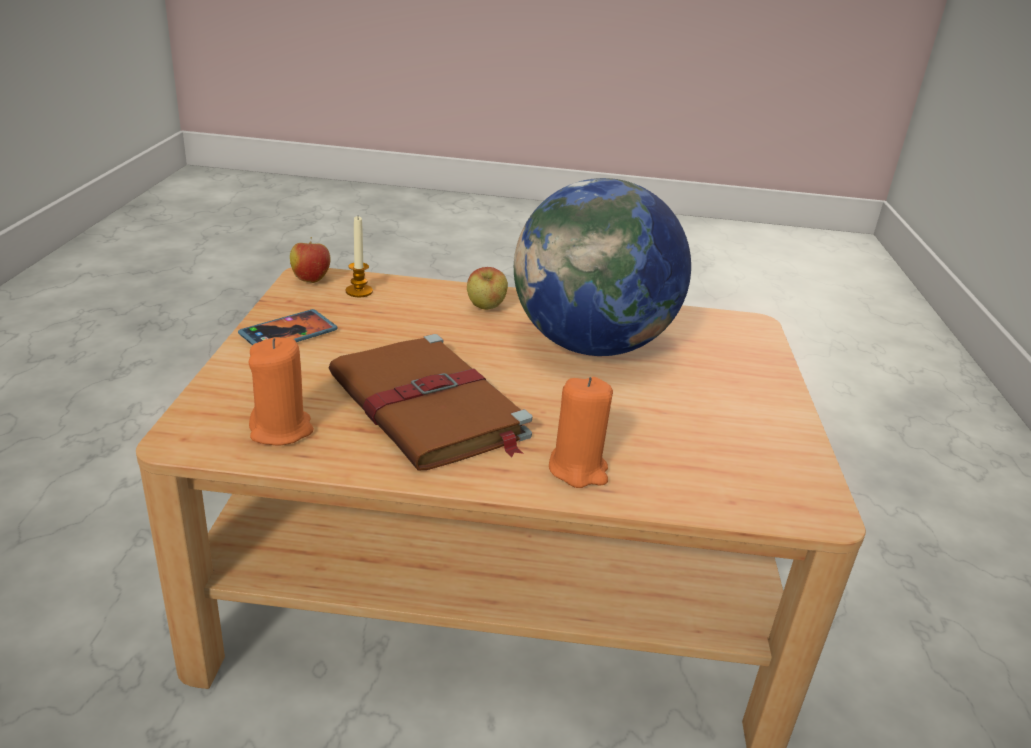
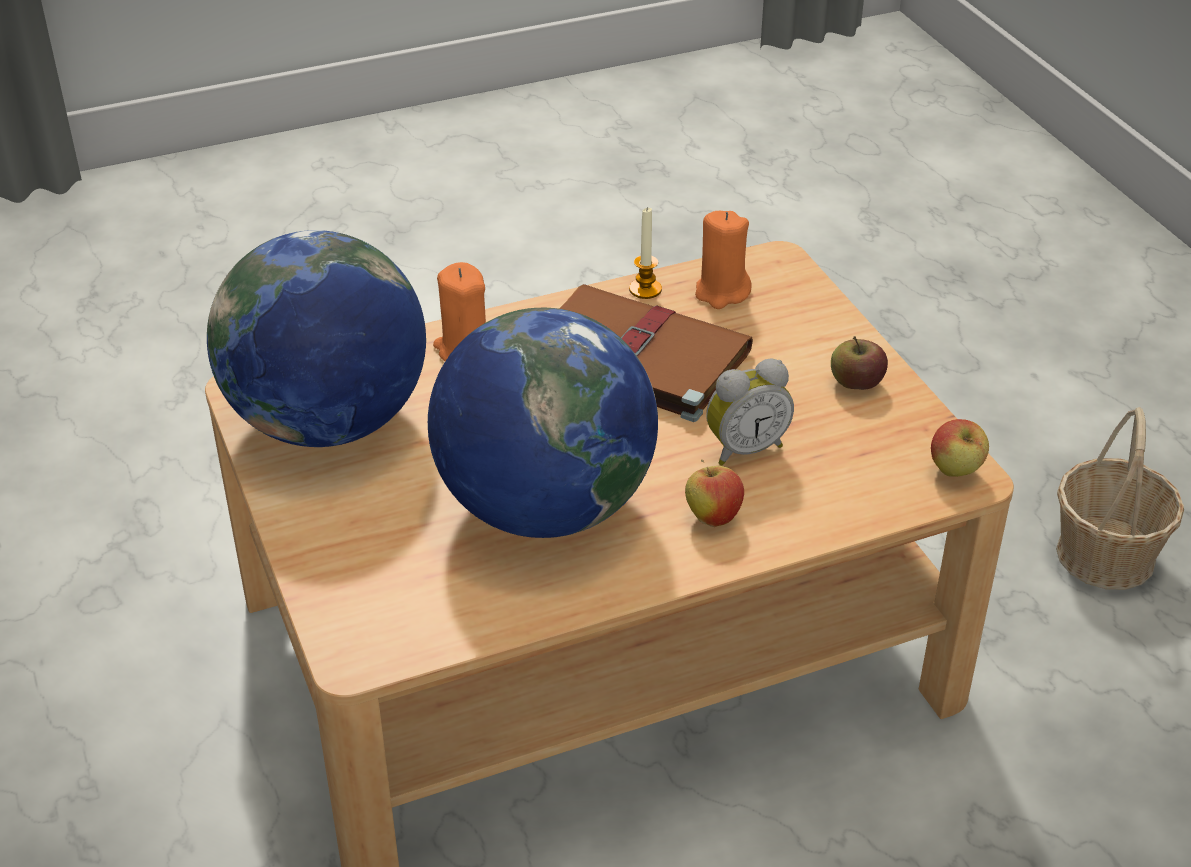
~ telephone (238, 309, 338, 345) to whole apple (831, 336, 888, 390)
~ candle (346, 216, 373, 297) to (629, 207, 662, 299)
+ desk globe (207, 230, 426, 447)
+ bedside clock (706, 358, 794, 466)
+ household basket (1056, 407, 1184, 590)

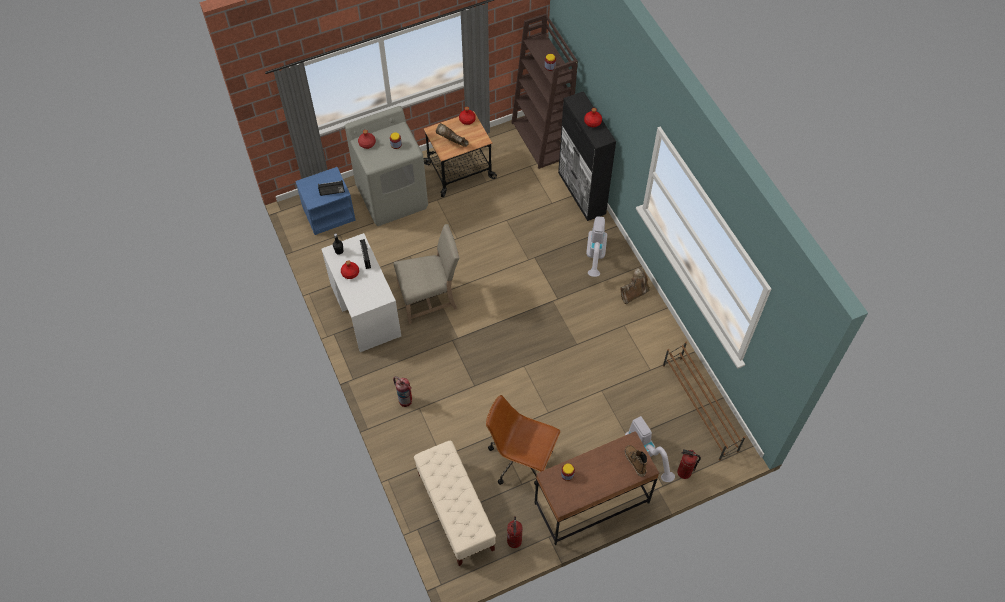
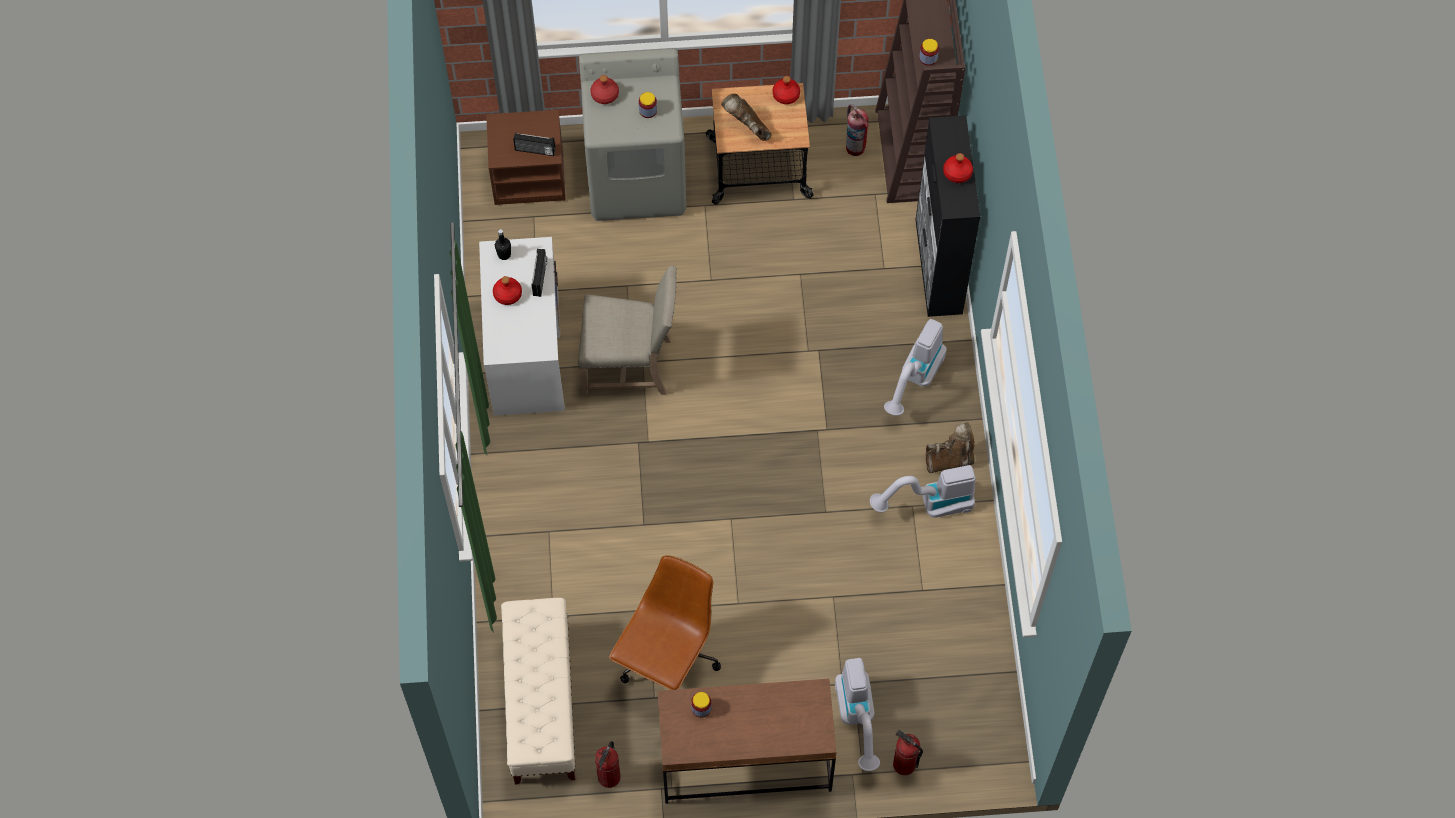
~ blue-coloured nightstand (295, 167, 356, 235) to brown-coloured nightstand (486, 110, 566, 205)
~ fire-fighting cylinder (393, 376, 412, 407) to (846, 104, 869, 156)
~ brown-coloured computer chair (486, 395, 561, 486) = (609, 555, 721, 690) 75 degrees clockwise
- boot (625, 445, 647, 477)
- brown-coloured shoe stand (663, 342, 746, 460)
+ vacuum cleaner (870, 465, 976, 518)

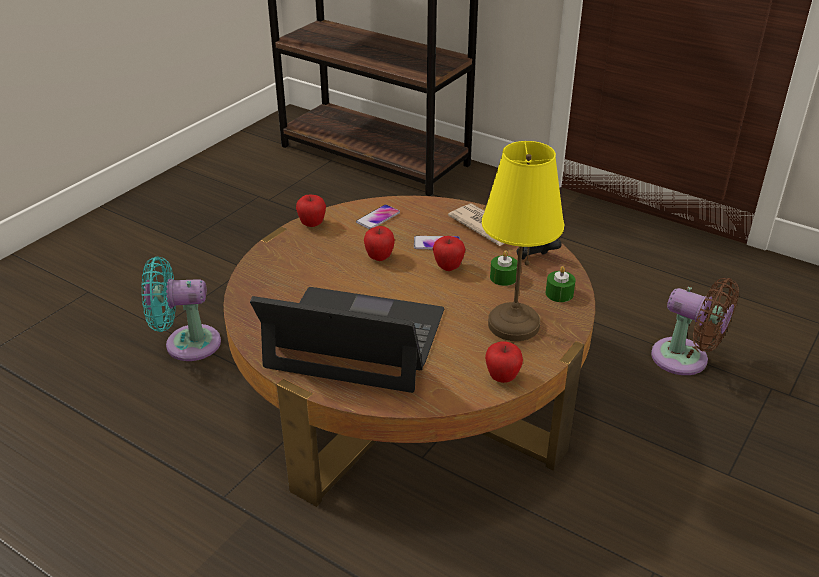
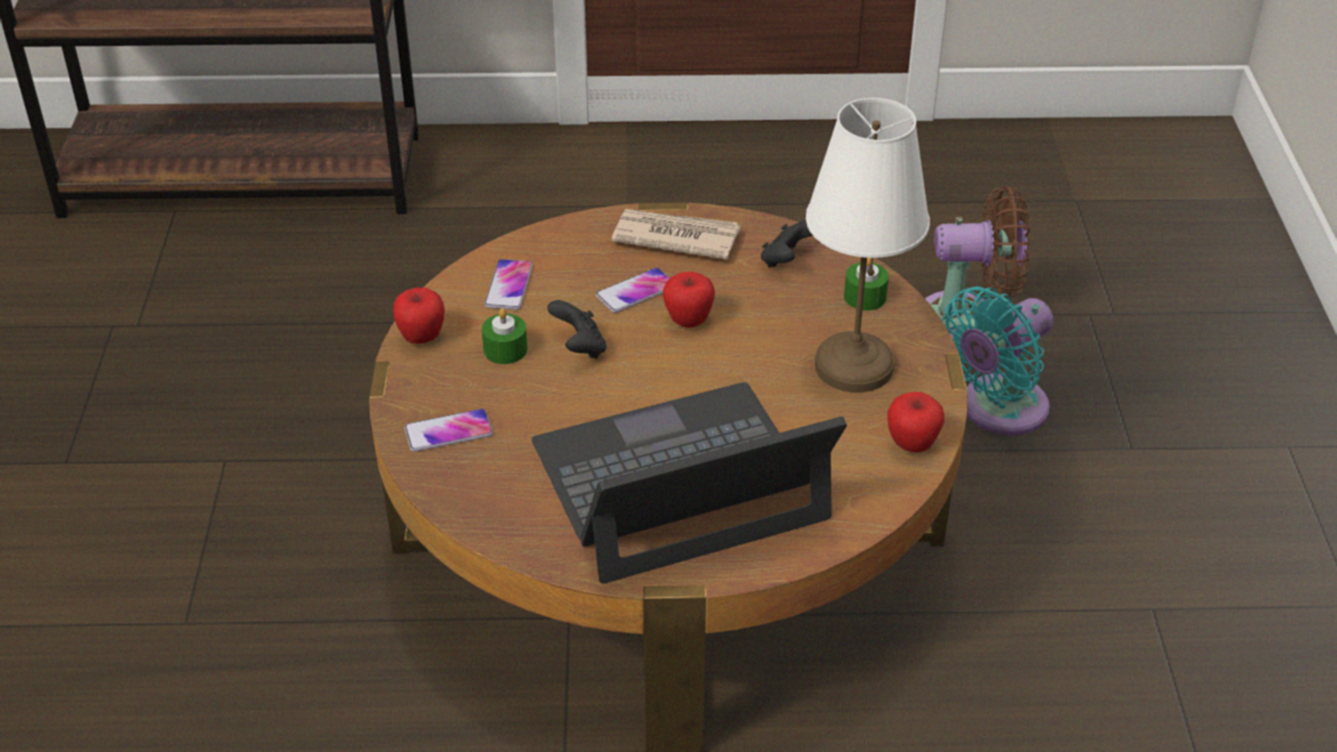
~ turquoise-coloured electric fan (141, 257, 221, 361) to (942, 286, 1053, 435)
~ whole apple (364, 226, 395, 261) to blackish joypad (547, 300, 606, 359)
~ yellow table lamp (482, 141, 564, 341) to white-coloured table lamp (806, 98, 930, 393)
~ green-coloured candle (490, 250, 517, 286) to (482, 308, 527, 364)
+ telephone (404, 409, 493, 452)

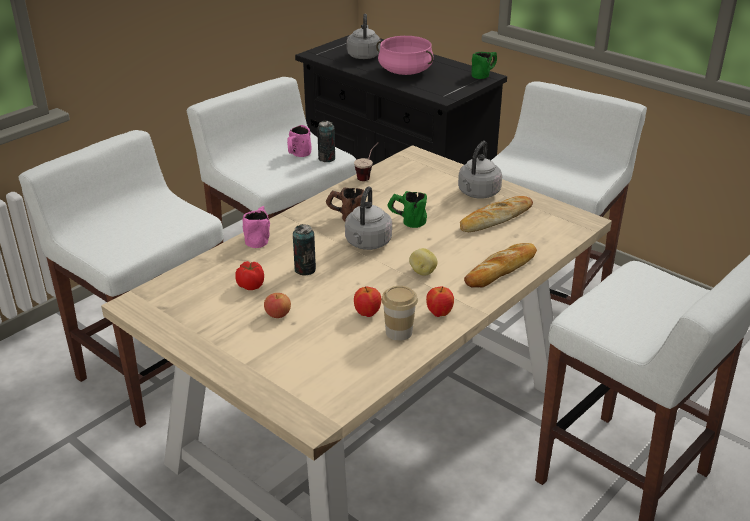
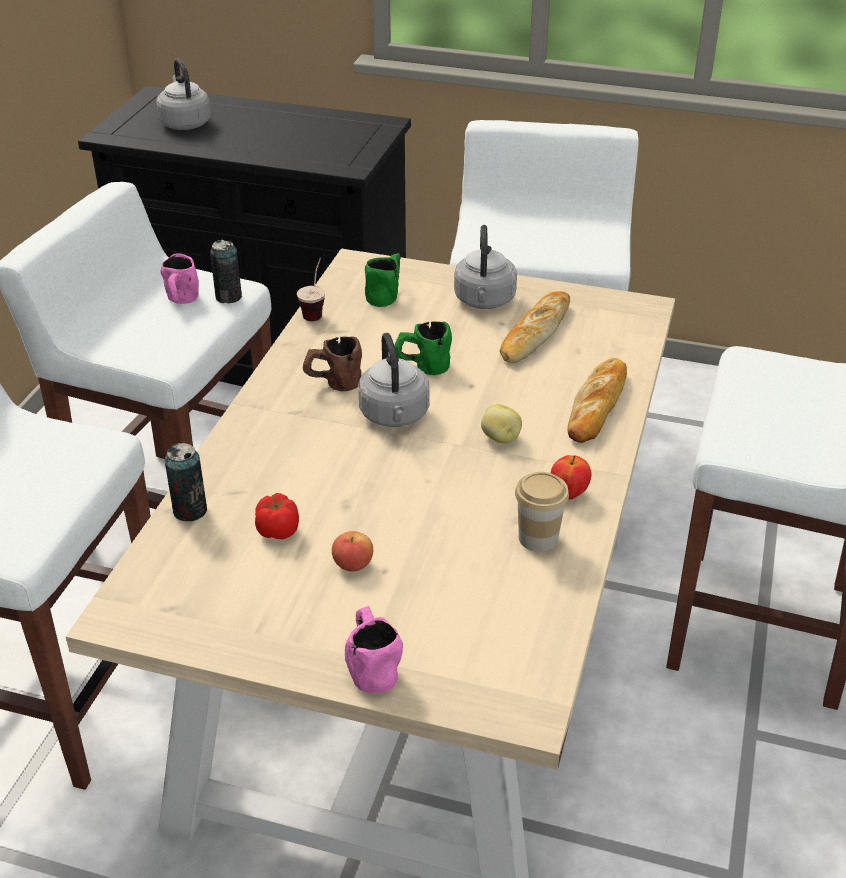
~ pinkish mug (243, 206, 270, 248) to (345, 606, 403, 694)
~ sealed can (293, 224, 316, 276) to (165, 443, 207, 521)
- whole apple (354, 287, 381, 317)
- pinkish saucepot (376, 36, 433, 75)
~ green-coloured mug (472, 52, 497, 79) to (365, 253, 400, 307)

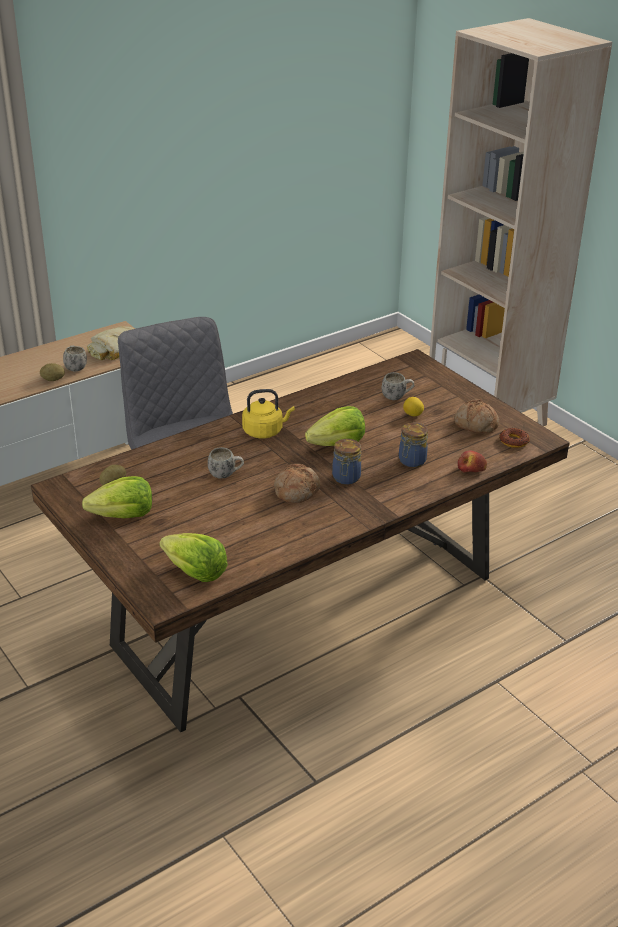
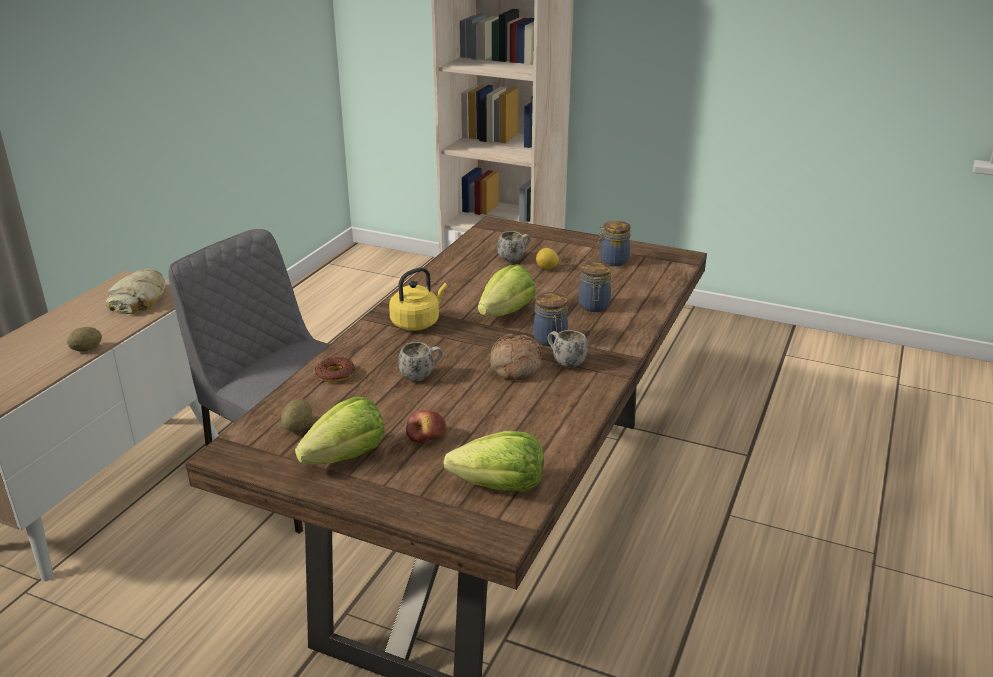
~ white-coloured mug (63, 345, 87, 371) to (547, 330, 588, 367)
~ bakery bread (454, 399, 499, 433) to preserve jar (598, 221, 631, 266)
~ whole apple (458, 450, 487, 473) to (406, 411, 447, 444)
~ ring doughnut (499, 428, 530, 448) to (315, 357, 356, 383)

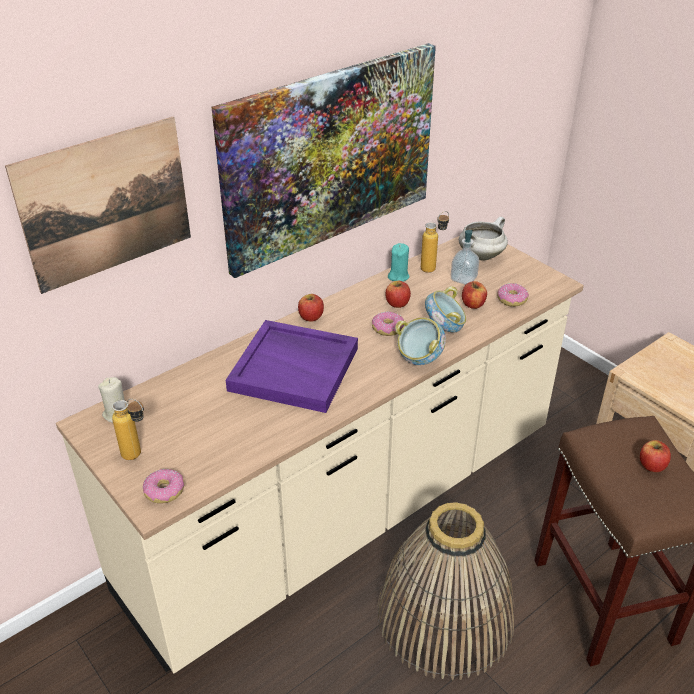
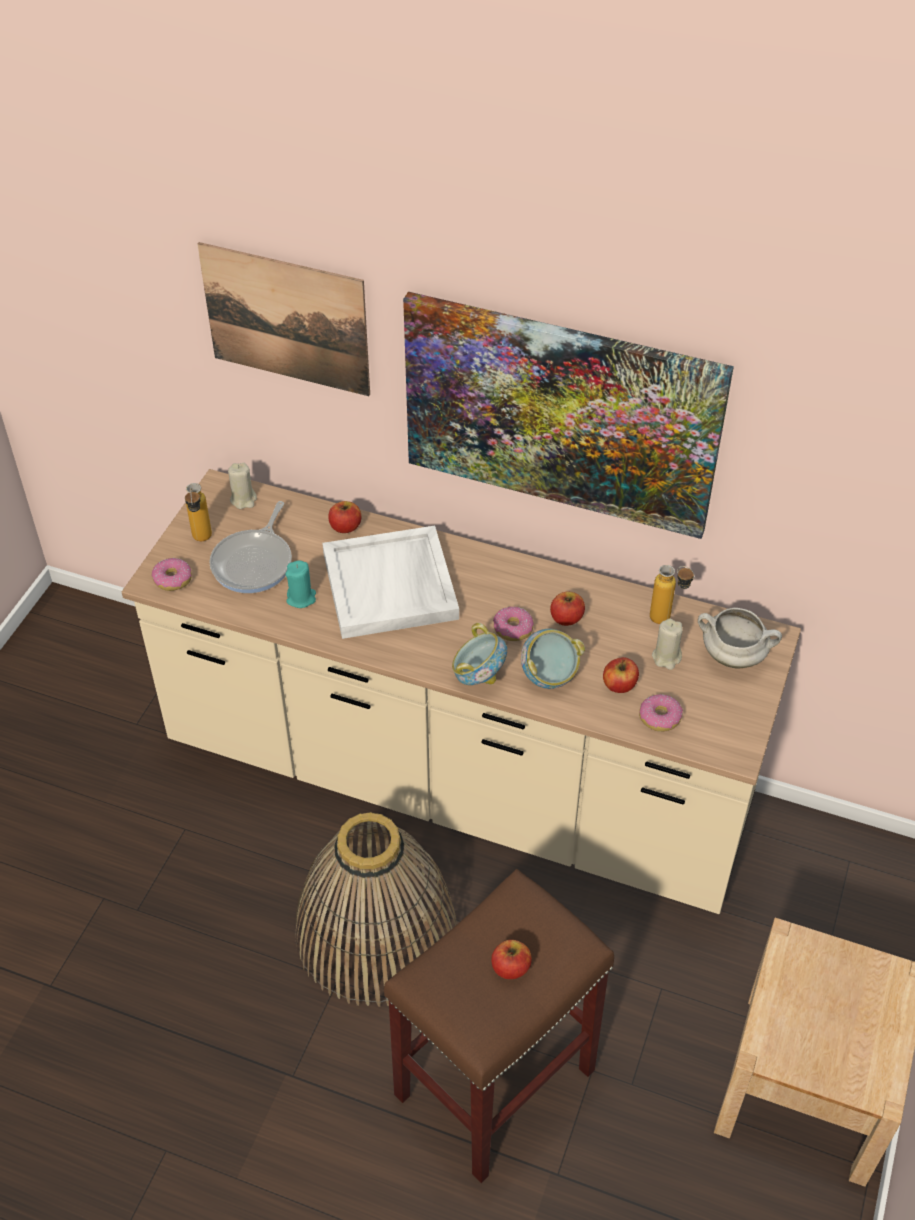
~ purple carrying tray (226, 320, 358, 413) to white-coloured carrying tray (322, 526, 459, 639)
~ whole apple (298, 294, 324, 322) to (328, 501, 361, 533)
~ turquoise-coloured candle (388, 243, 410, 281) to (285, 560, 316, 608)
~ liquid soap bottle (451, 230, 479, 285) to sand-coloured candle (652, 618, 683, 670)
+ frying pan (209, 501, 292, 593)

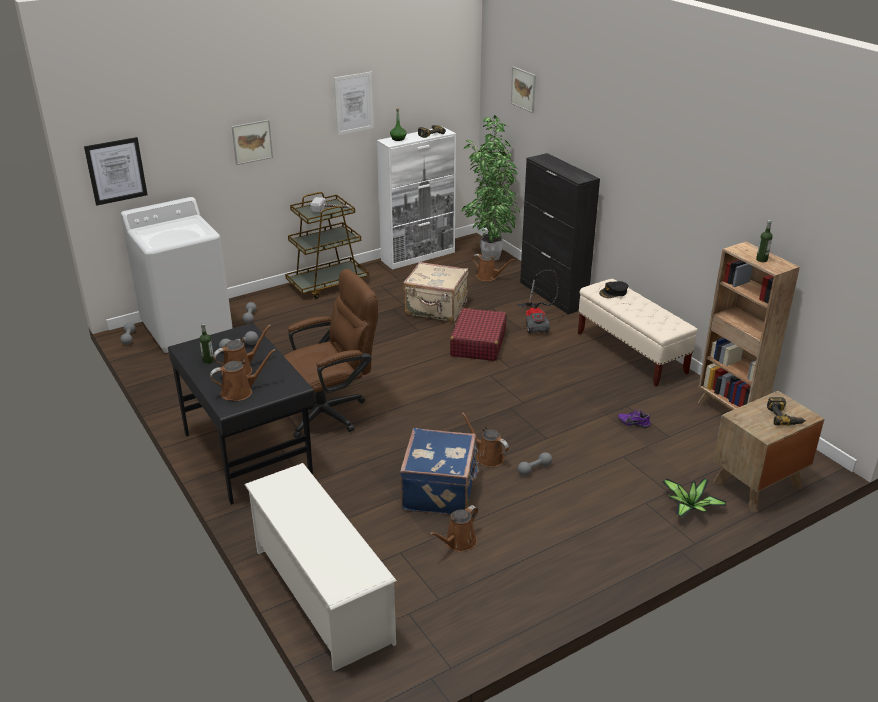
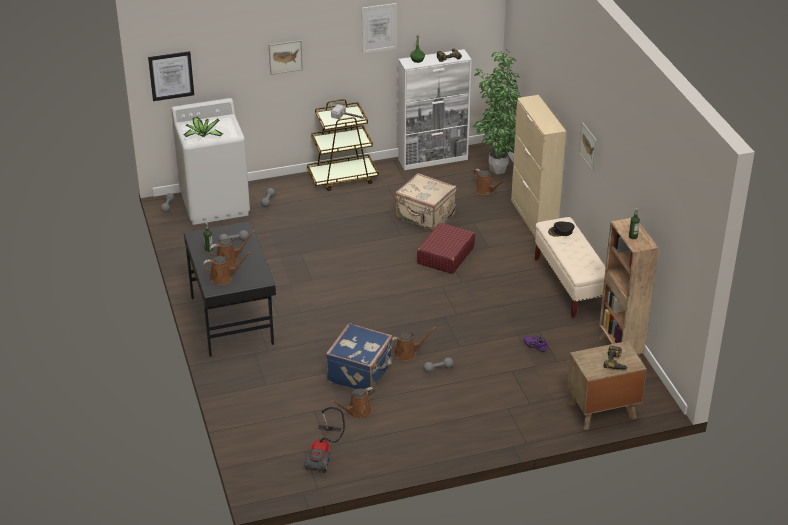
- white-coloured shoe stand (244, 463, 397, 671)
- brown-coloured computer chair (284, 269, 378, 438)
~ brown-coloured watering pot (462, 412, 509, 467) = (392, 327, 436, 361) 105 degrees clockwise
~ wall art (511, 66, 536, 113) to (579, 122, 597, 171)
~ vacuum cleaner (517, 270, 558, 335) to (304, 407, 345, 473)
~ blackish cabinet (520, 153, 600, 314) to sand-coloured cabinet (511, 95, 566, 236)
~ plant in a pot (663, 478, 726, 518) to (183, 117, 223, 137)

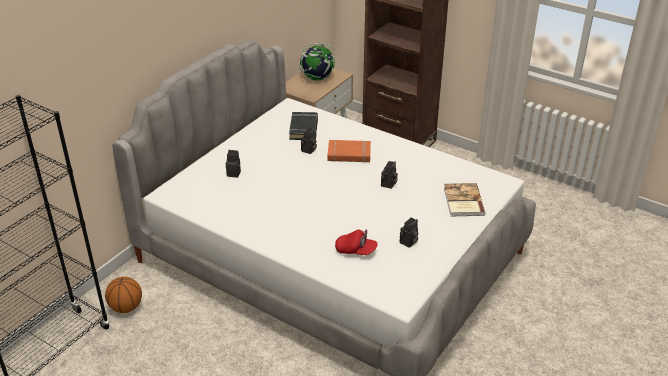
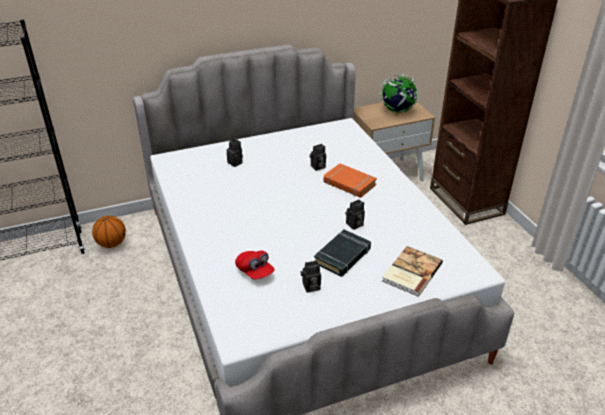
~ blackish bound book (289, 112, 318, 140) to (314, 230, 371, 277)

